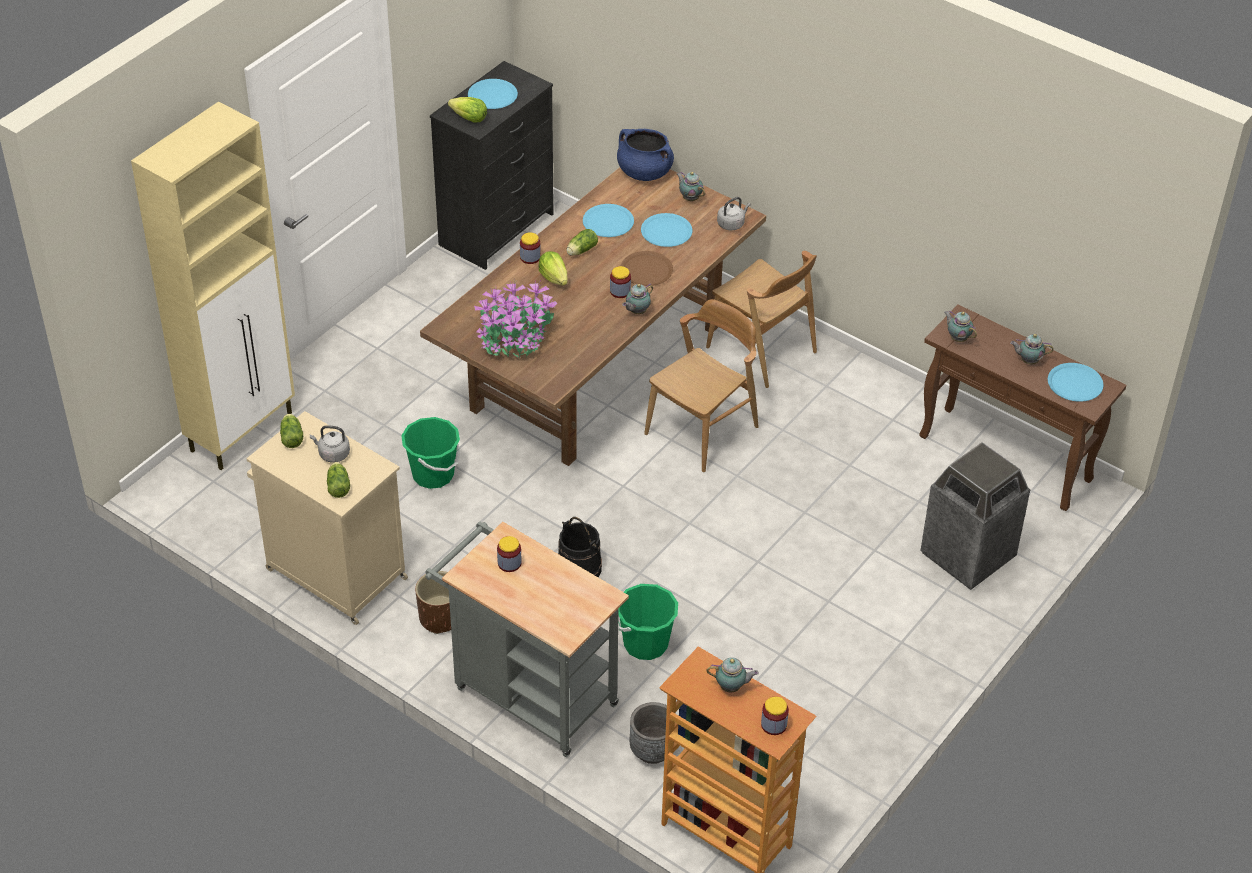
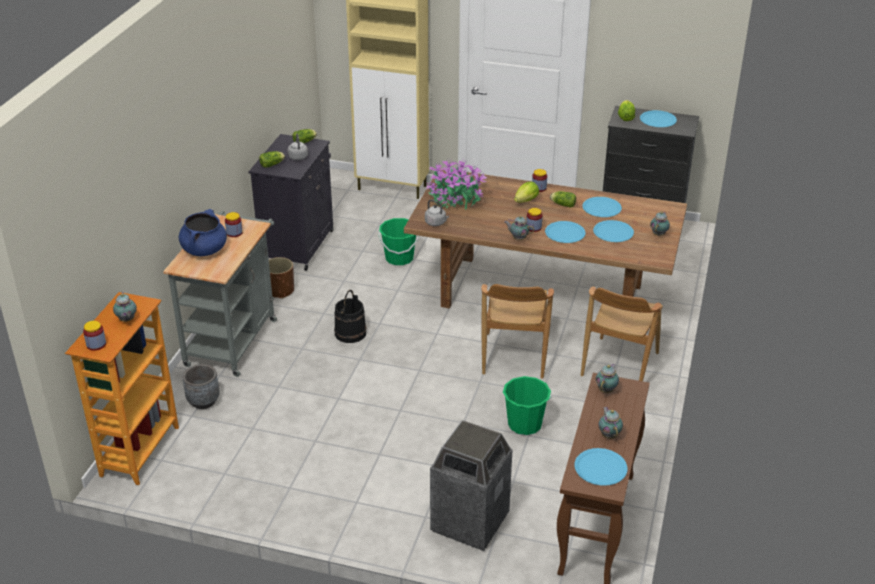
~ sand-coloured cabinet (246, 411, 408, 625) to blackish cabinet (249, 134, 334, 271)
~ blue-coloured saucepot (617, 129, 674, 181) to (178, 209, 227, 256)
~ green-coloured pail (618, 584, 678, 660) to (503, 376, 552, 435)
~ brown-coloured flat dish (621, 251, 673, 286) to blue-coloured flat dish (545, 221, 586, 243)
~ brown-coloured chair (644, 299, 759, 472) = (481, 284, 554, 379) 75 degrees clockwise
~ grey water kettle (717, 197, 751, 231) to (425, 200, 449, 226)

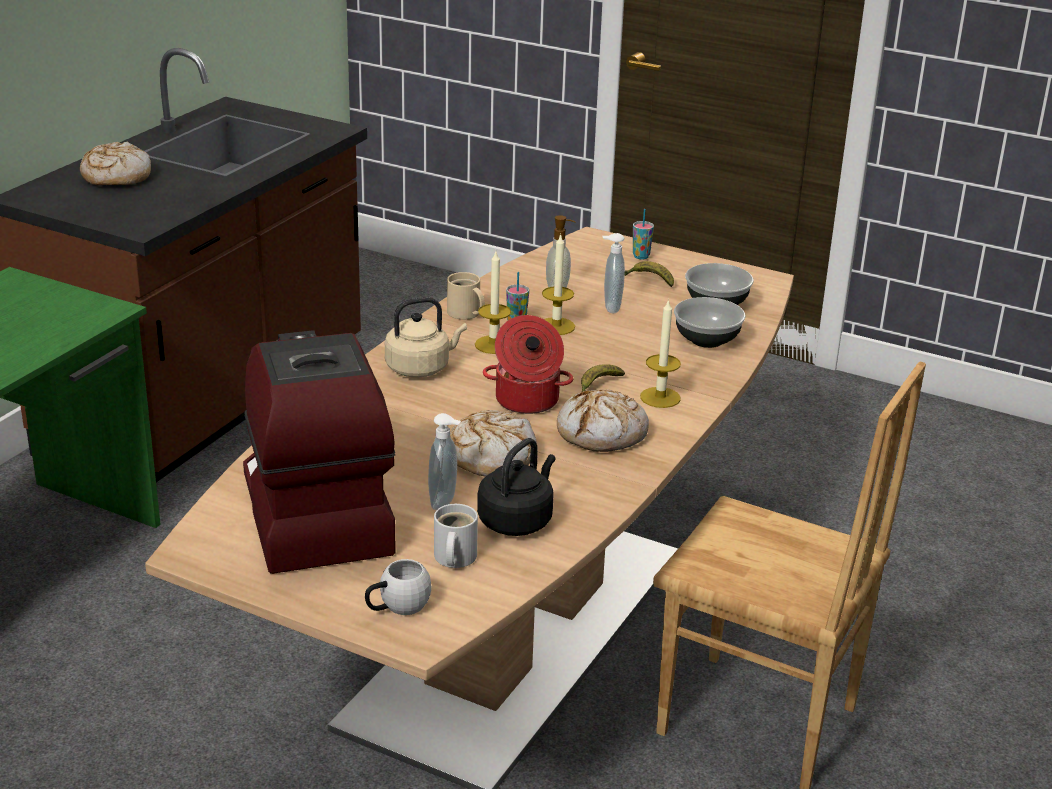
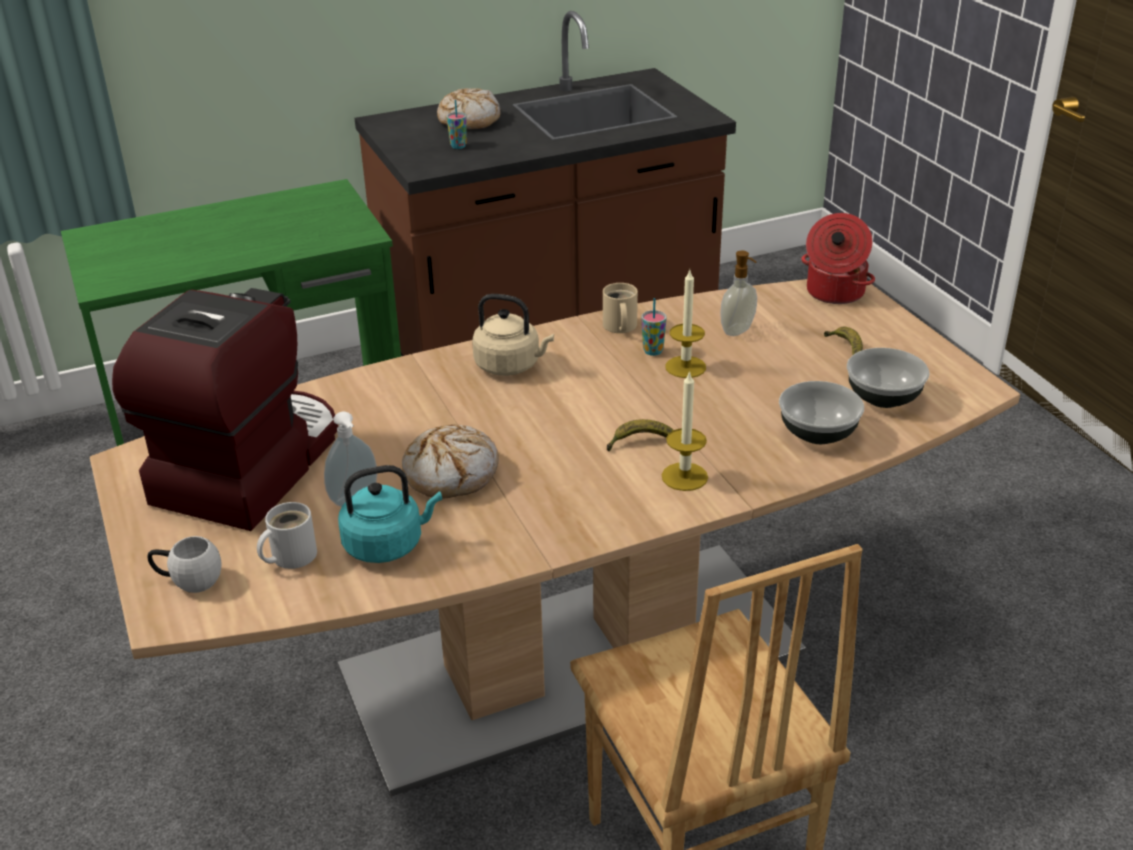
- candle (475, 252, 511, 354)
~ blackish water kettle (477, 438, 556, 536) to turquoise-coloured water kettle (338, 465, 442, 563)
~ saucepot (483, 315, 574, 414) to (801, 213, 875, 304)
- bakery bread (557, 390, 649, 452)
- liquid soap bottle (602, 233, 625, 313)
~ drinking cup (633, 209, 654, 260) to (447, 100, 467, 149)

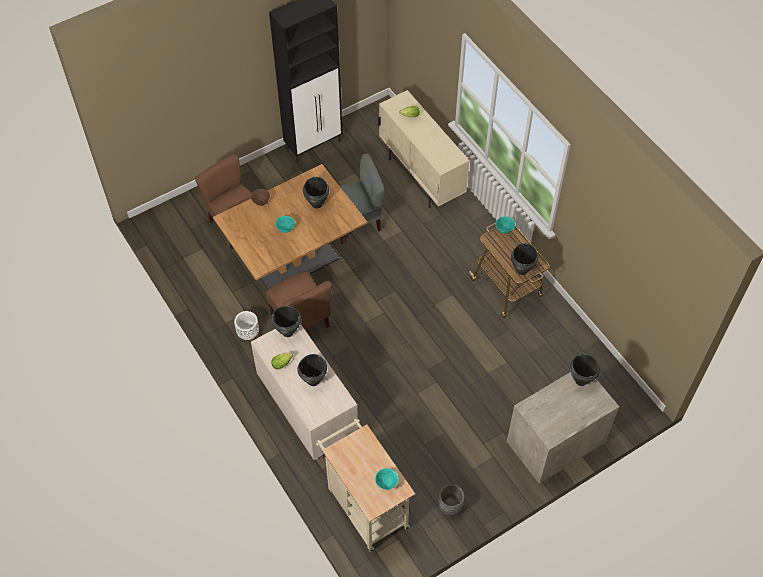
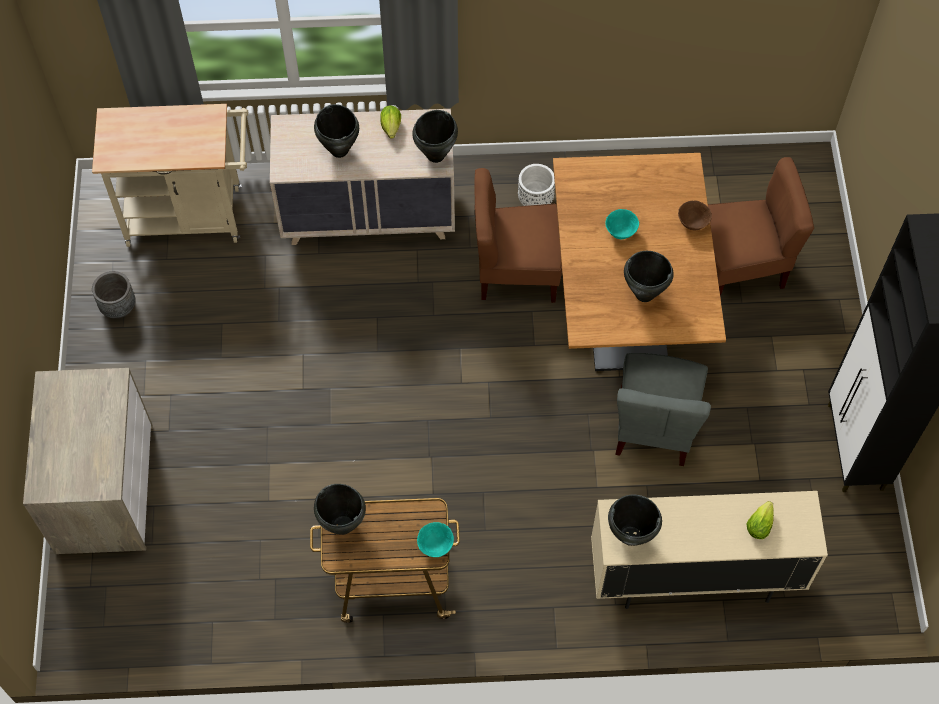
- turquoise-coloured deep dish (375, 468, 398, 490)
~ blackish saucepot (570, 354, 600, 386) to (608, 495, 662, 546)

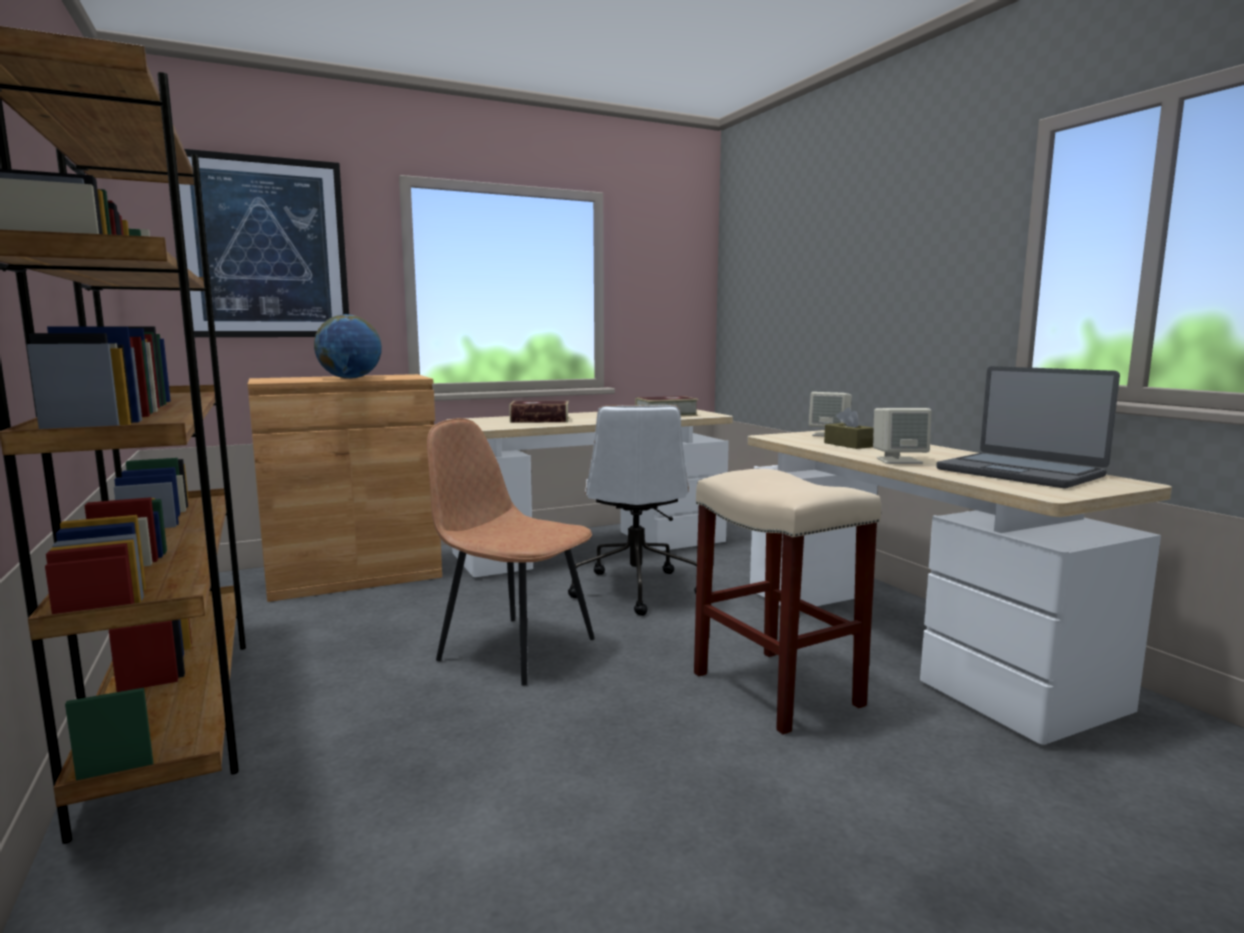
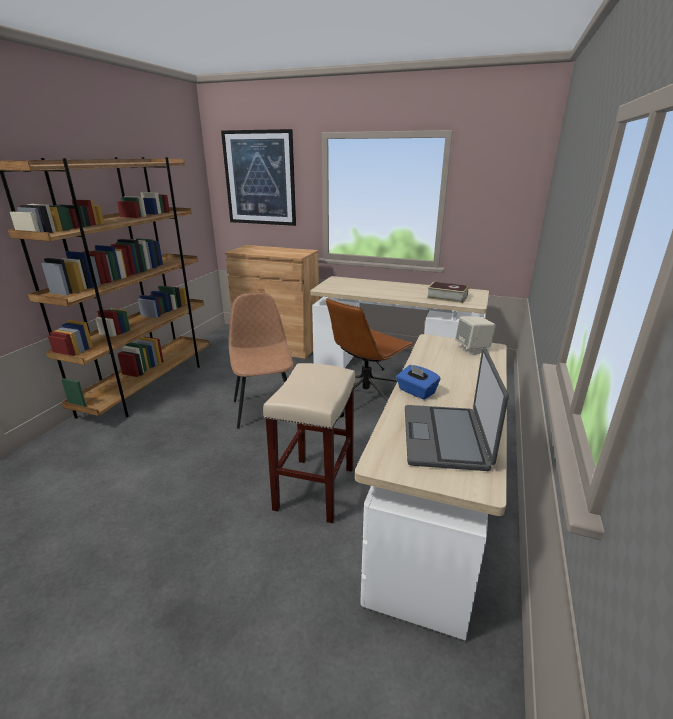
- desk globe (314, 314, 382, 379)
- bound book (509, 401, 569, 423)
~ white-coloured computer chair (568, 405, 697, 616) to brown-coloured computer chair (326, 298, 415, 418)
- brown-coloured box of tissues (824, 407, 874, 449)
~ sand-coloured speaker (873, 408, 932, 464) to blue-coloured box of tissues (396, 364, 441, 400)

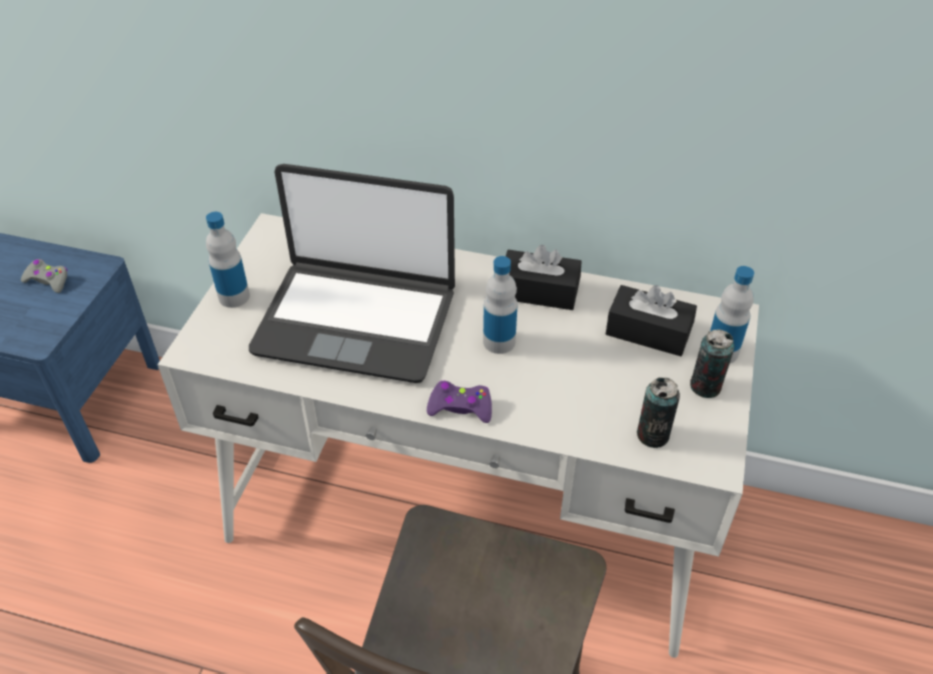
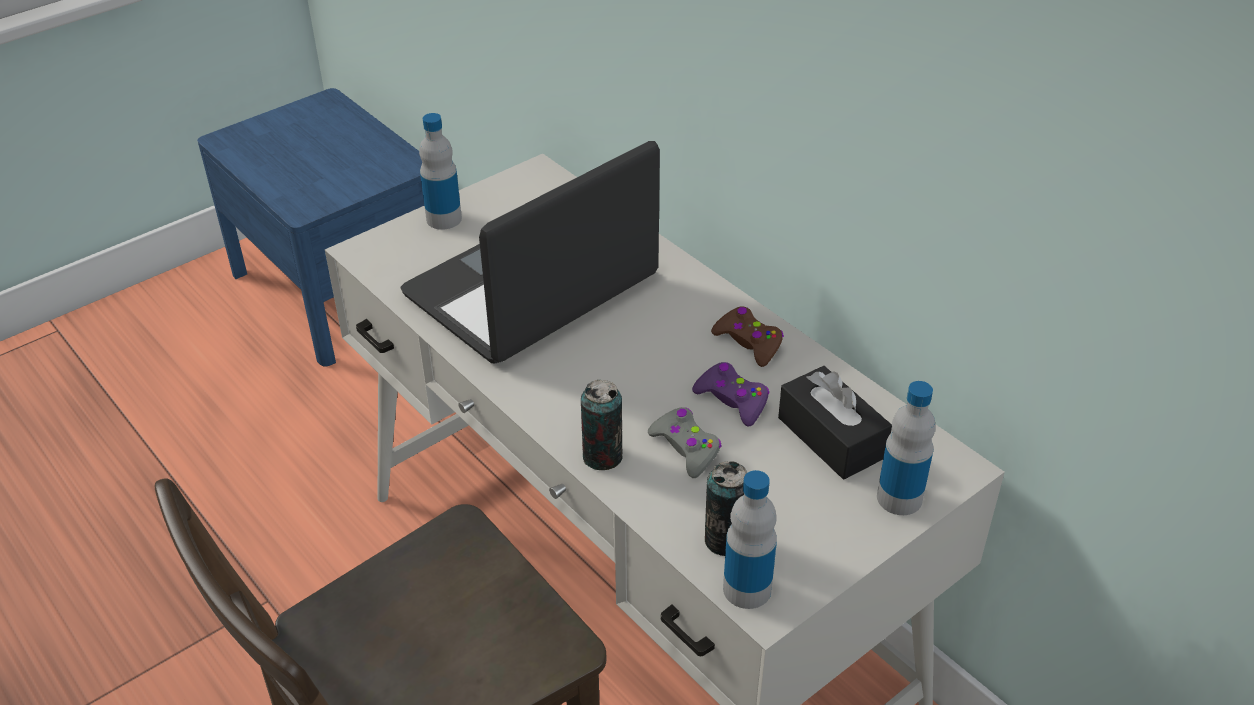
~ grey joypad (21, 259, 67, 293) to (648, 407, 722, 478)
~ portable computer (249, 164, 455, 383) = (400, 141, 660, 363) 90 degrees clockwise
~ purple joypad (427, 381, 492, 423) to (692, 362, 769, 427)
~ drink bottle (483, 256, 518, 354) to (723, 470, 777, 609)
~ blackish box of tissues (506, 245, 581, 310) to brown-coloured joypad (711, 306, 784, 367)
~ sealed can (690, 329, 734, 398) to (581, 380, 623, 470)

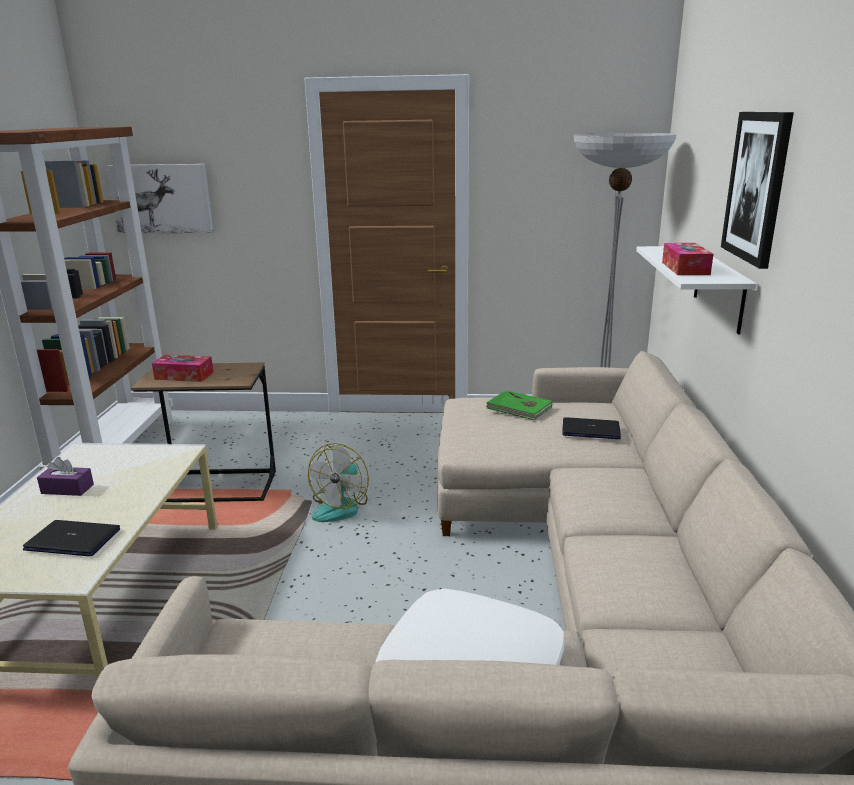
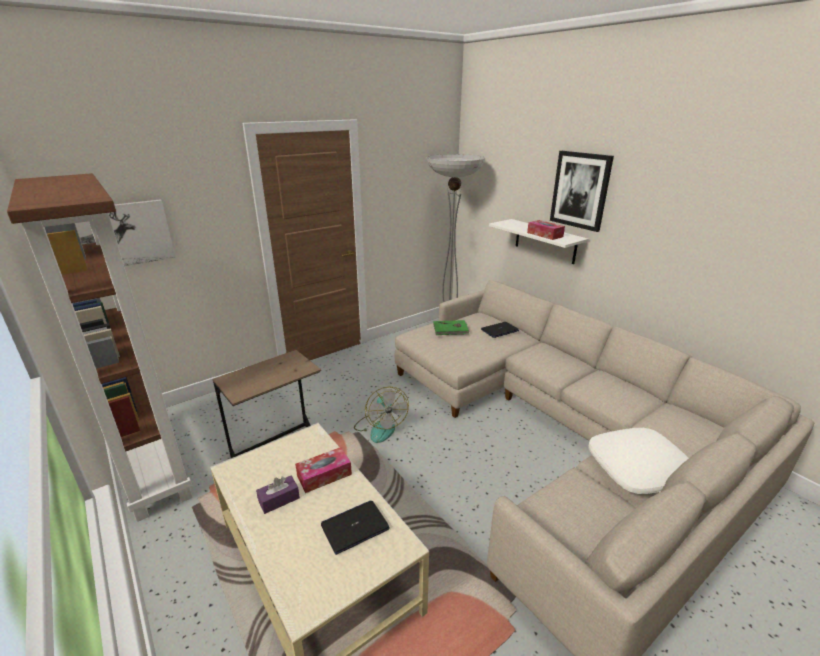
~ box of tissues (152, 355, 214, 382) to (295, 447, 352, 493)

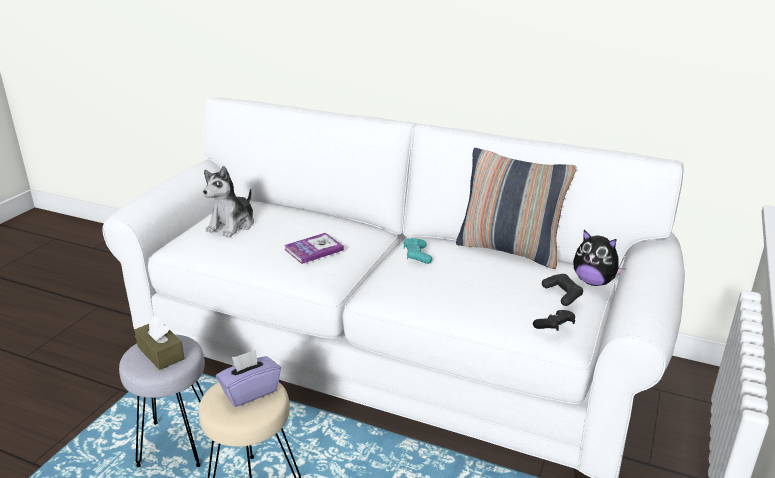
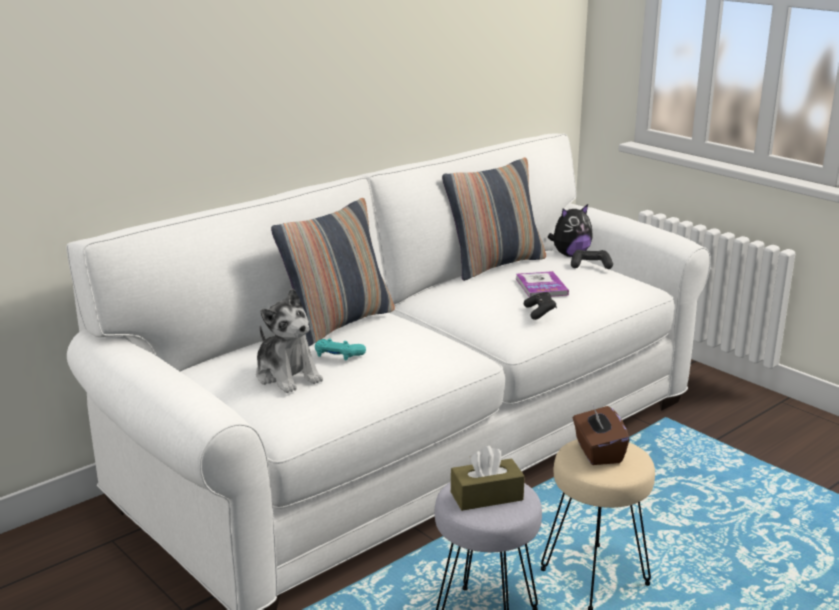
~ purple box of tissues (216, 350, 281, 407) to brown-coloured box of tissues (573, 403, 630, 465)
~ bound book (284, 233, 344, 264) to (516, 271, 569, 298)
~ turquoise-coloured joypad (404, 238, 432, 264) to (315, 339, 366, 361)
~ blackish joypad (533, 310, 575, 331) to (524, 292, 557, 320)
+ throw pillow (271, 198, 395, 346)

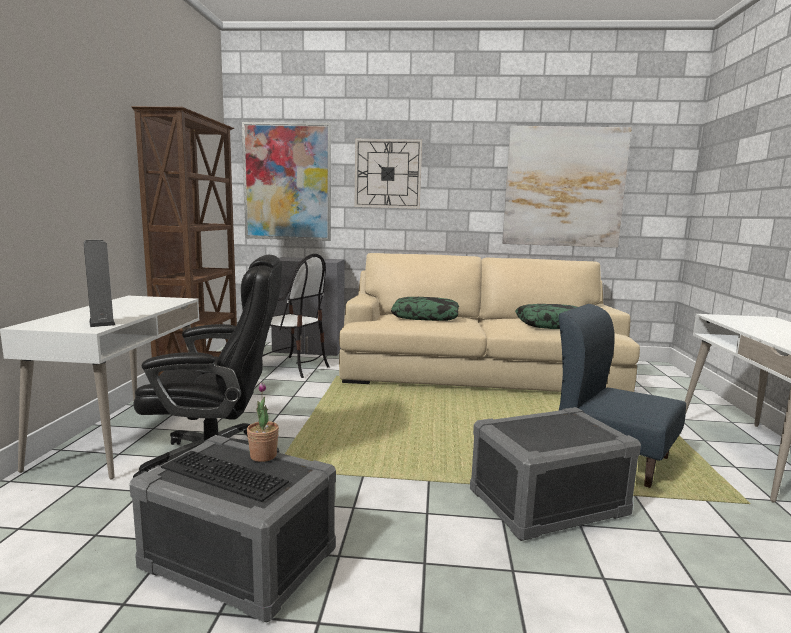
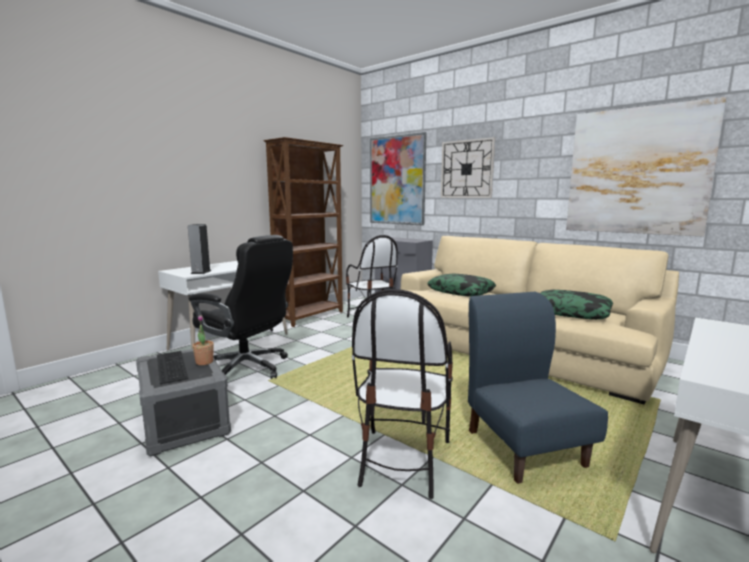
~ grey storage container (470, 407, 641, 541) to chair (352, 289, 453, 499)

